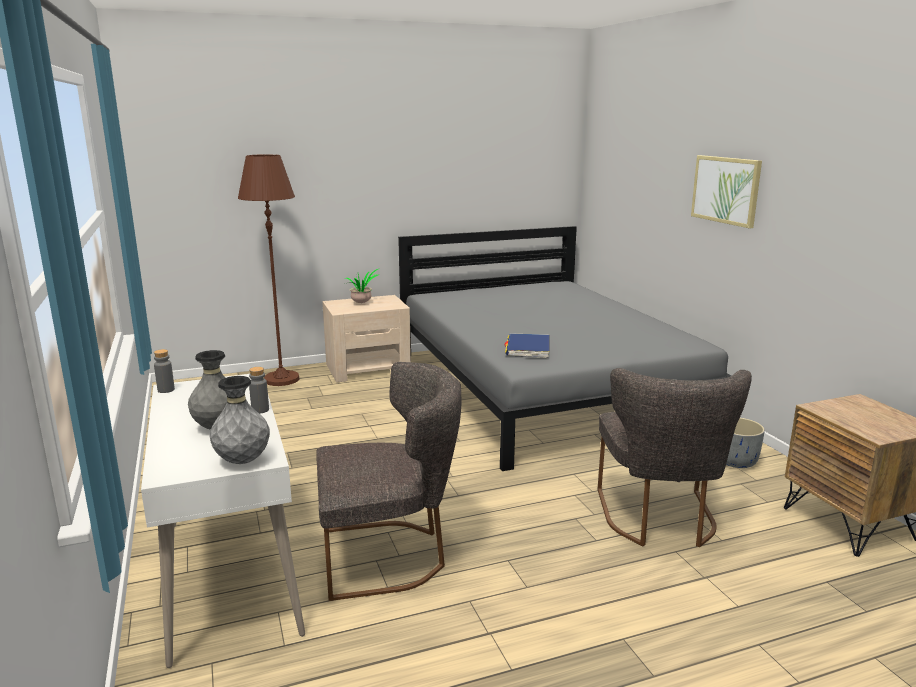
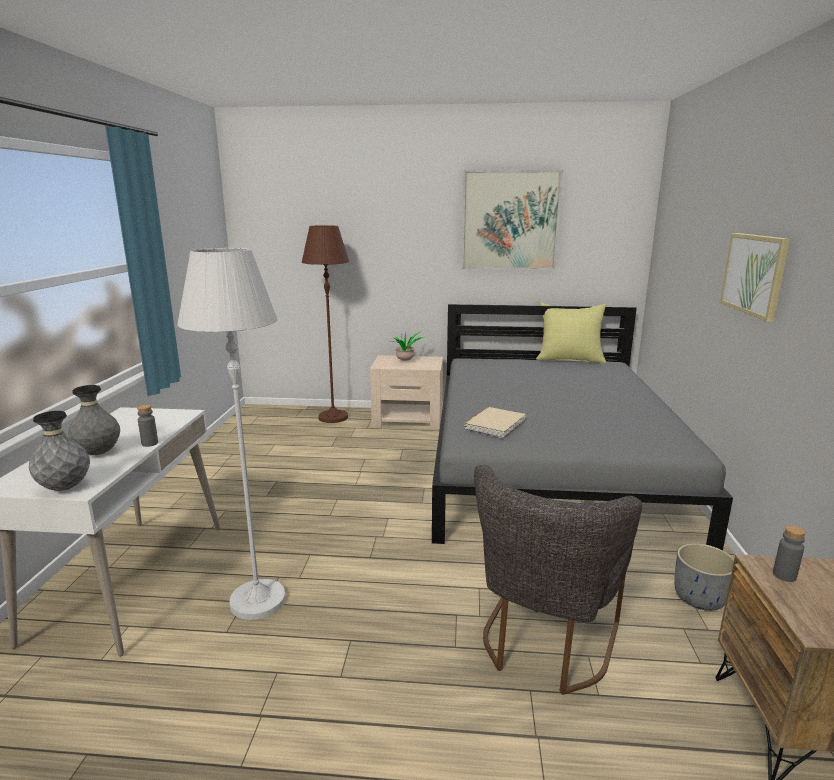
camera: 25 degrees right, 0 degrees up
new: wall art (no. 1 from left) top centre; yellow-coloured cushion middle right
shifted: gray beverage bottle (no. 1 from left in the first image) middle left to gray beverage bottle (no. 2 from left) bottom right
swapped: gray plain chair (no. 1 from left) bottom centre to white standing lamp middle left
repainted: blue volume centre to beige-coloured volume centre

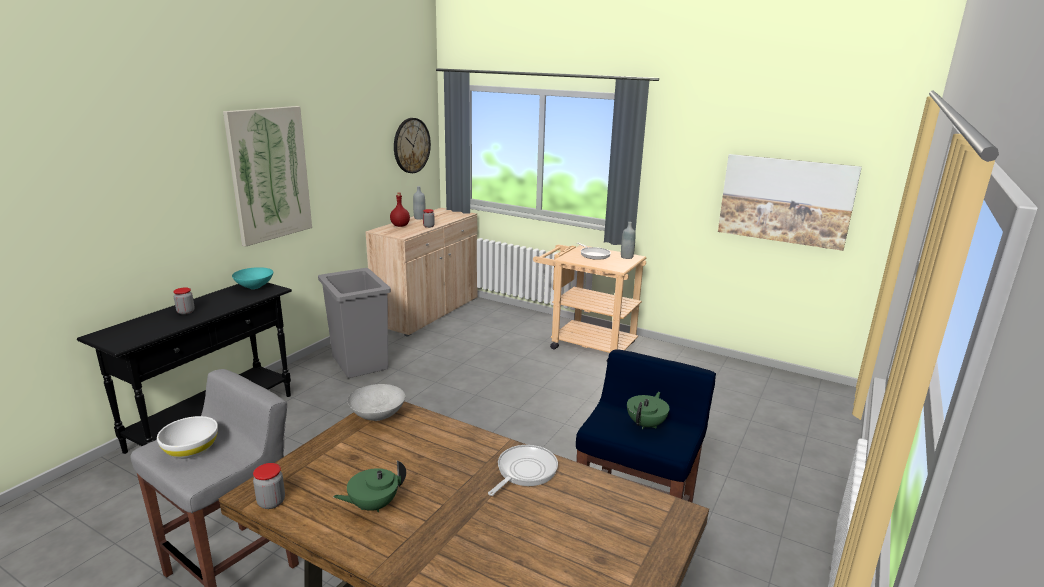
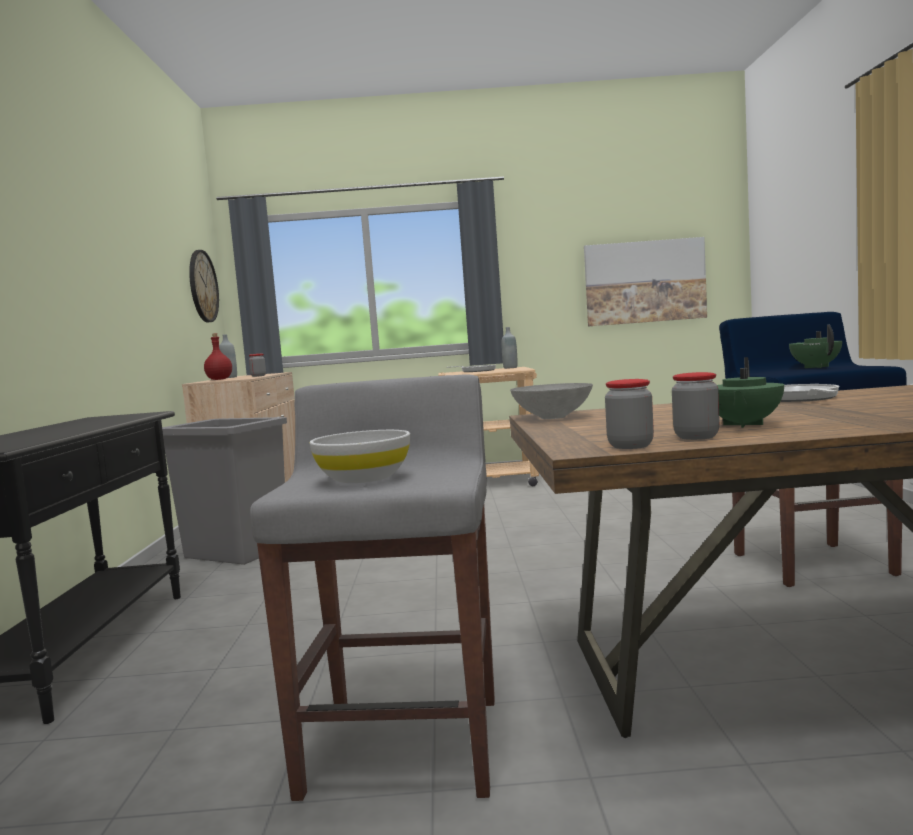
camera: 30 degrees left, 15 degrees down
gone: wall art (no. 1 from left) top left; turquoise-coloured deep dish middle left
shifted: preserve jar (no. 1 from left in the first image) middle left to preserve jar (no. 3 from left) middle right

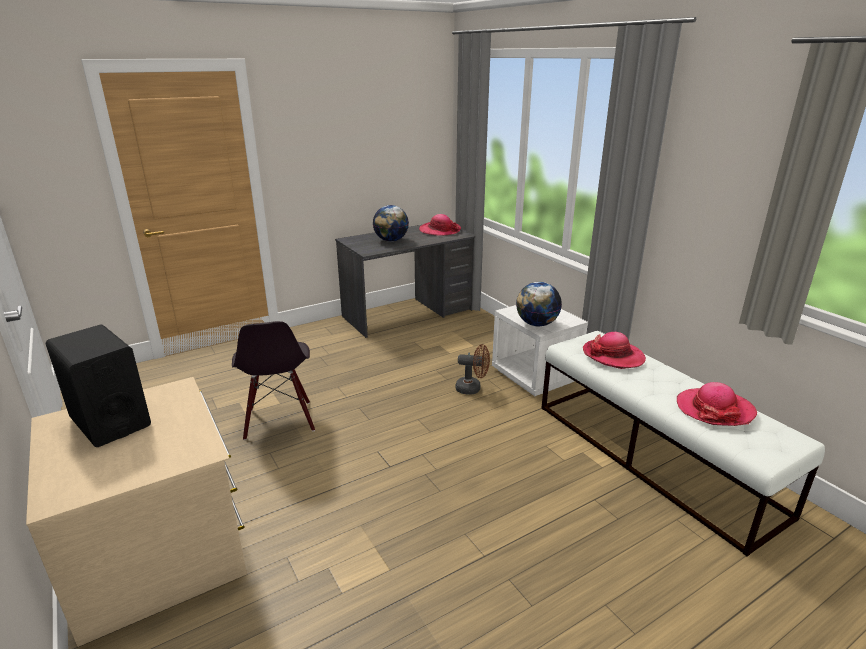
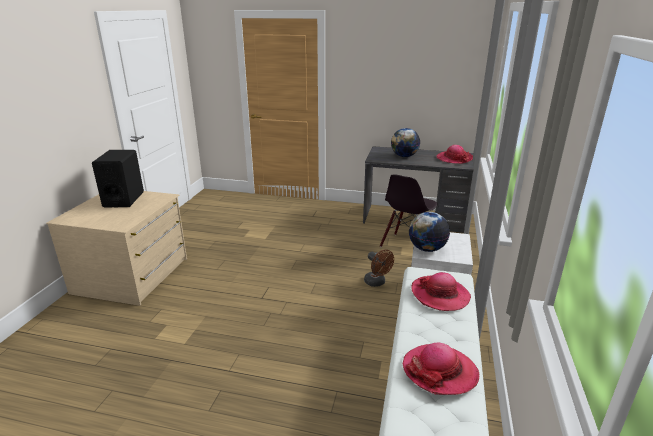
camera: 45 degrees right, 0 degrees up
shifted: blackish plain chair middle left to centre

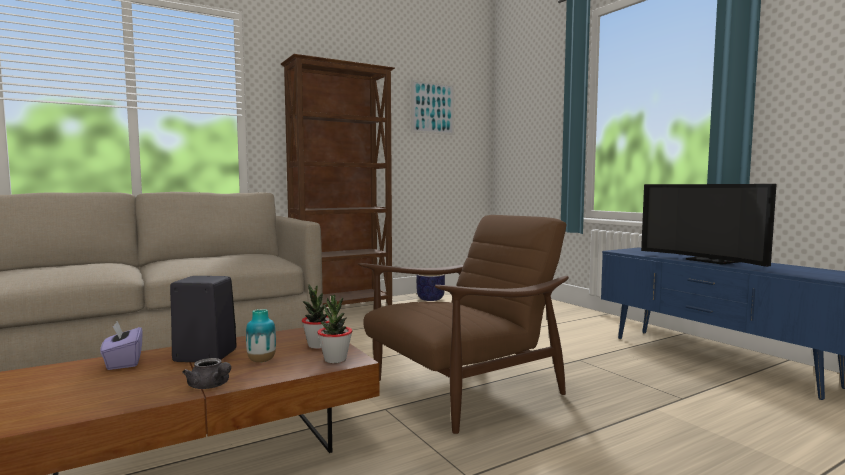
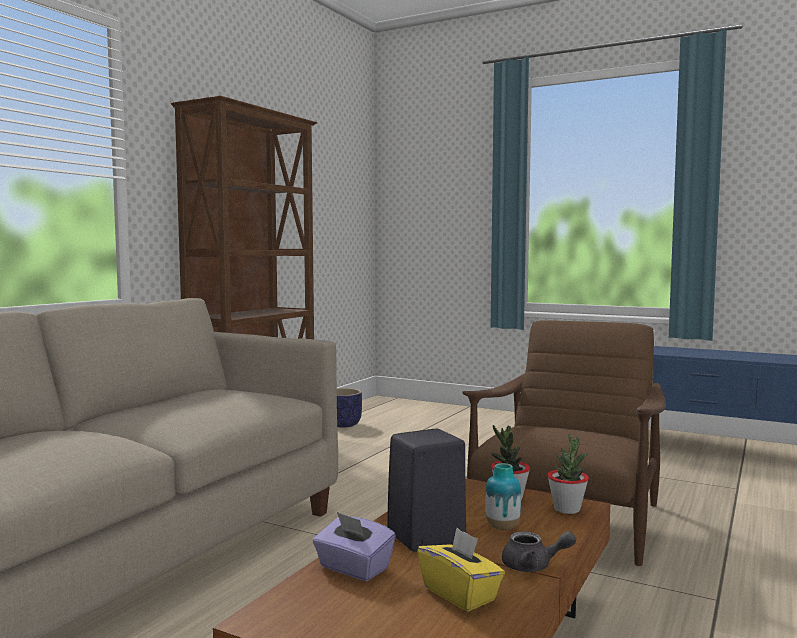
camera: 30 degrees left, 0 degrees up
gone: wall art top centre; TV middle right
new: yellow-coloured box of tissues bottom centre

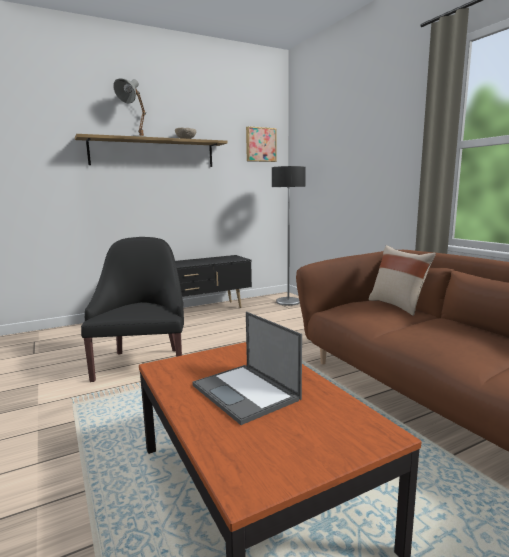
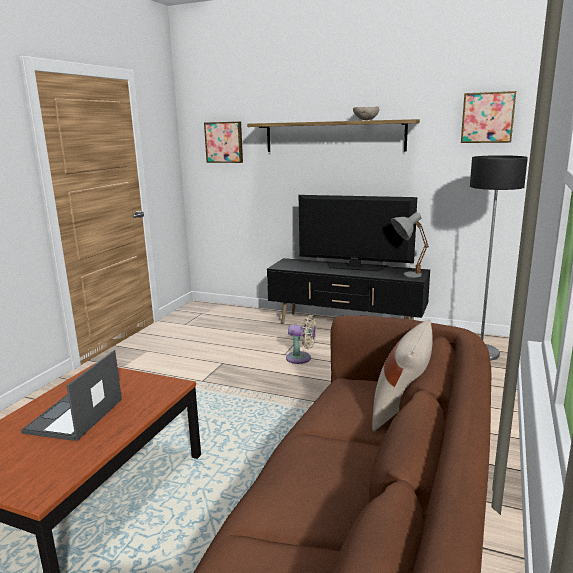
camera: 50 degrees right, 5 degrees up
gone: blackish easy chair middle left
new: wall art (no. 1 from left) top centre; beige-coloured electric fan centre; TV centre
shifted: gray table lamp top left to middle right

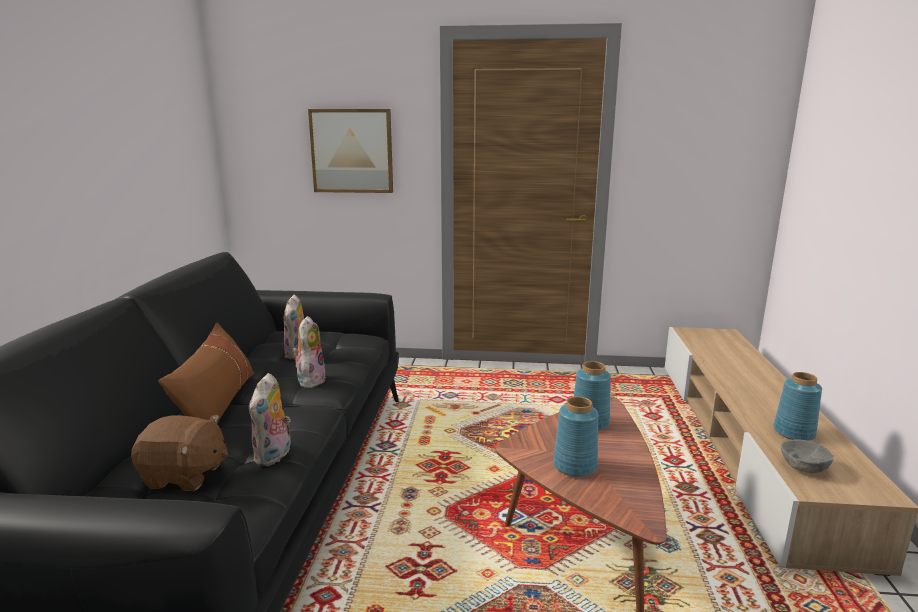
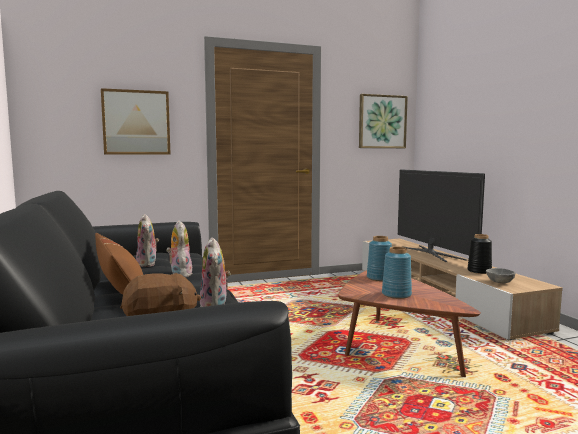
camera: 25 degrees left, 10 degrees down
new: wall art (no. 2 from left) top centre; TV middle right
repainted: blue vase (no. 3 from left) middle right to blackish vase middle right

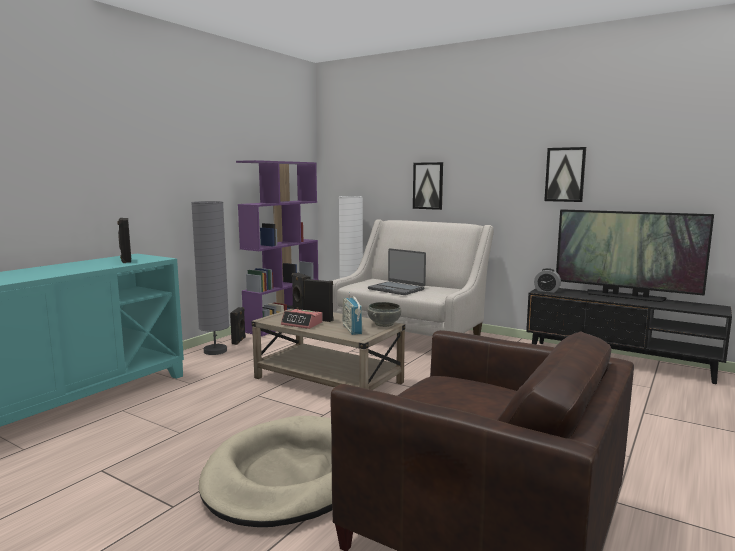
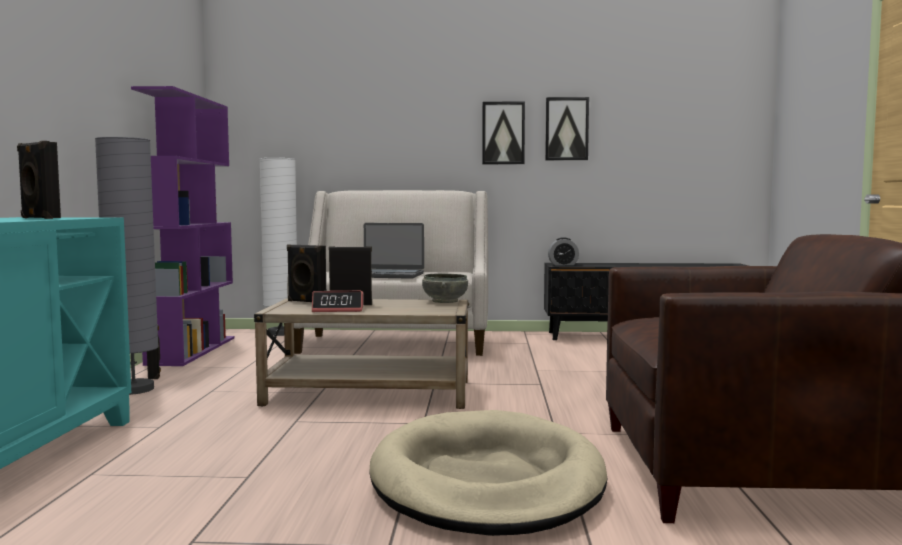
camera: 30 degrees left, 5 degrees down
gone: radio set centre; TV middle right
shifted: wall art (no. 1 from left) centre to top centre

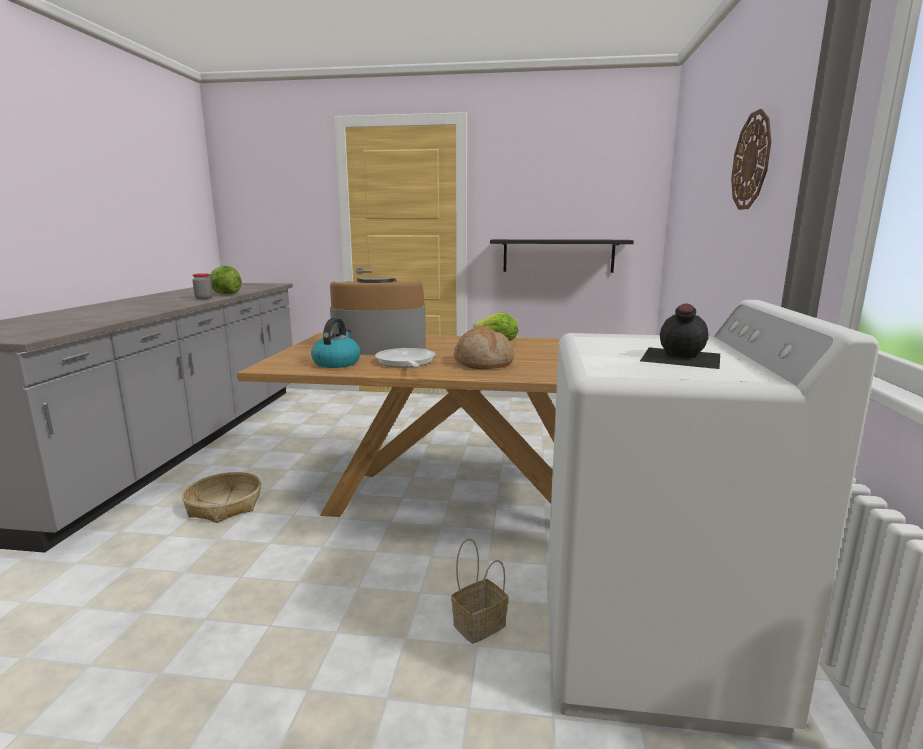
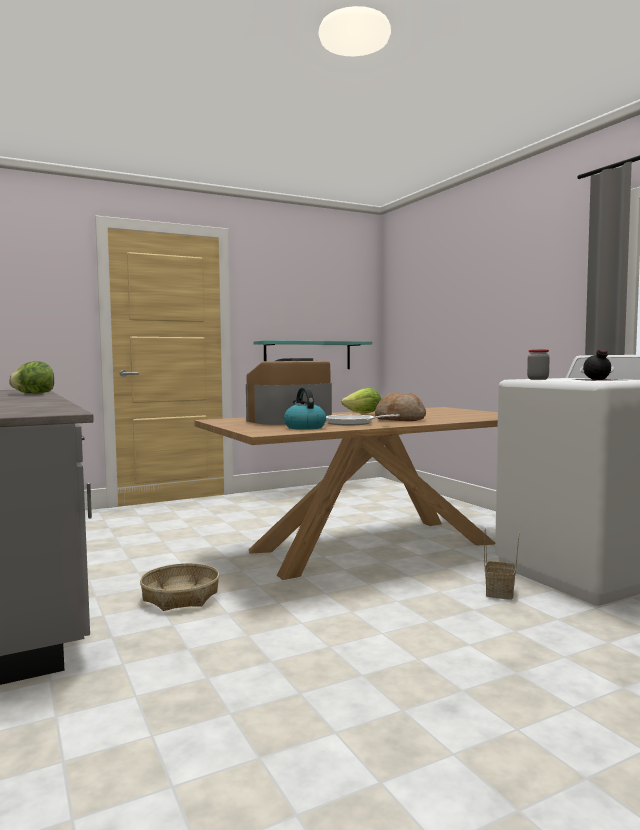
camera: 35 degrees left, 10 degrees down
gone: clock on the wall top right
shifted: preserve jar middle left to middle right
repainted: blackish shelf centre to turquoise-coloured shelf centre

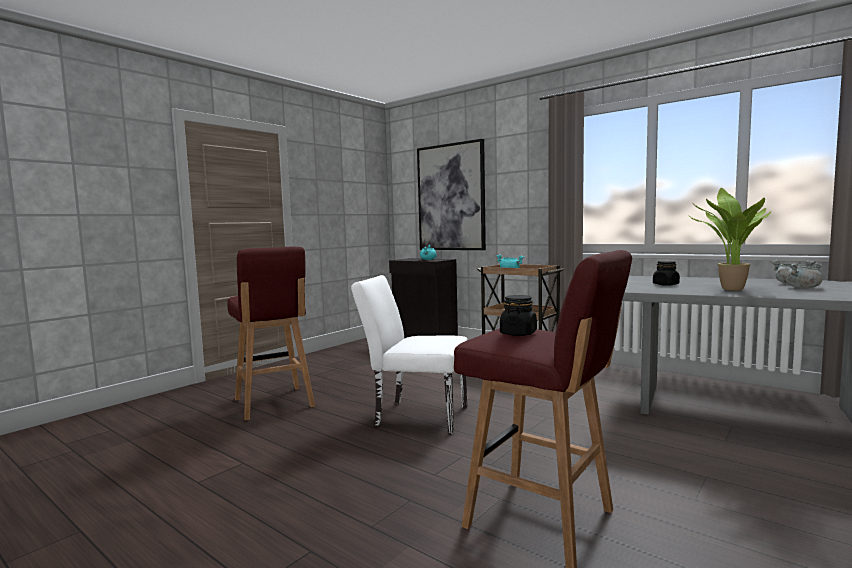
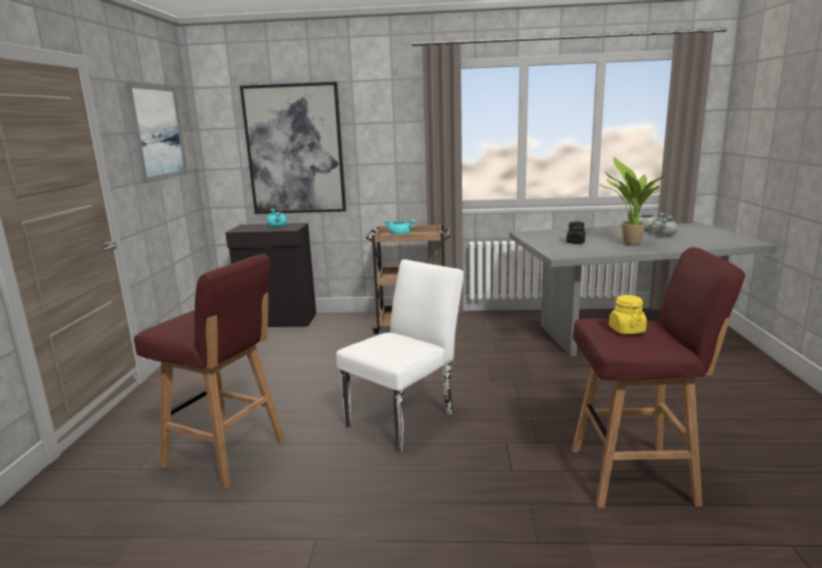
camera: 35 degrees left, 10 degrees up
new: wall art (no. 1 from left) top left
repainted: blackish preserve jar (no. 1 from left) centre to yellow-coloured preserve jar middle right
rotated: white plain chair centre = centre 150 degrees clockwise

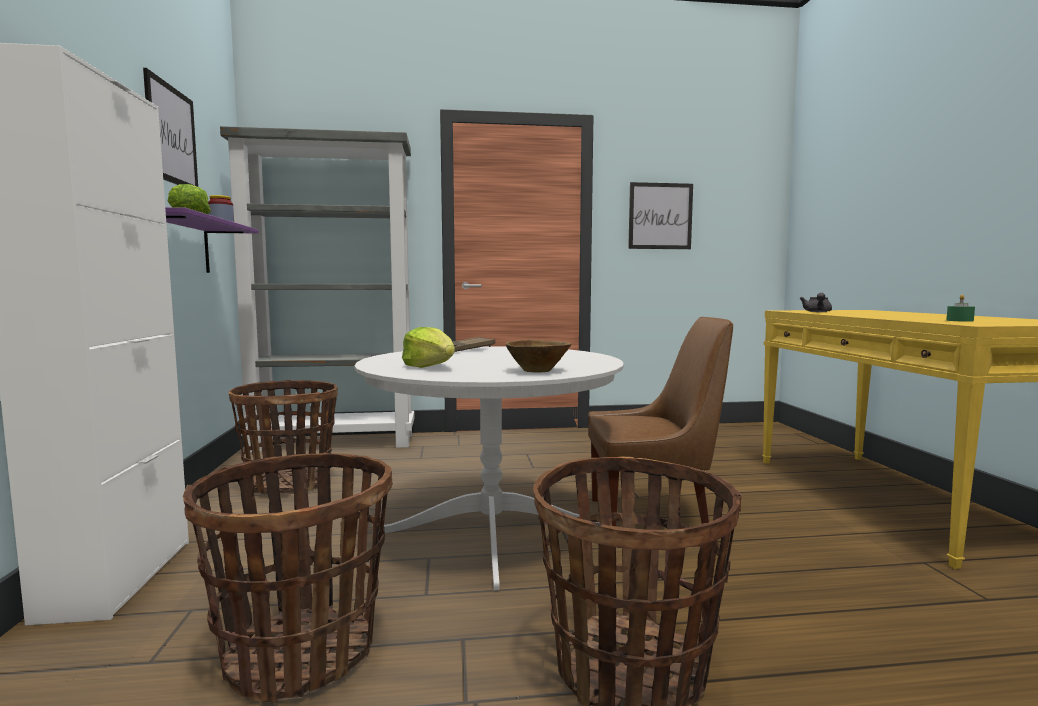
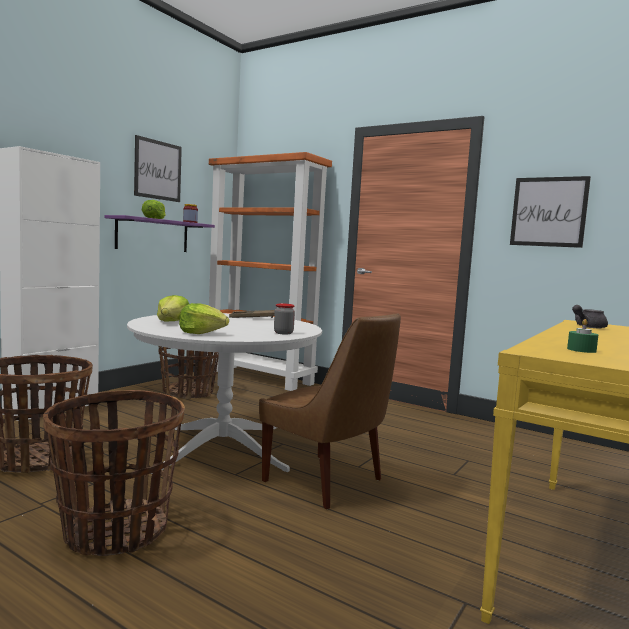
camera: 40 degrees right, 0 degrees up
new: preserve jar (no. 2 from left) centre
swapped: brownish deep dish centre to head of lettuce (no. 3 from left) middle left
repainted: gray bookshelf middle left to orange bookshelf centre

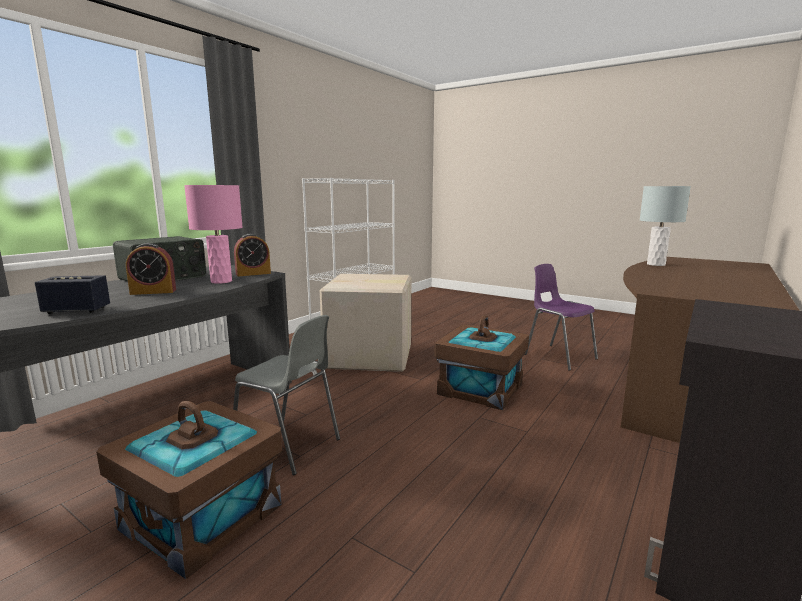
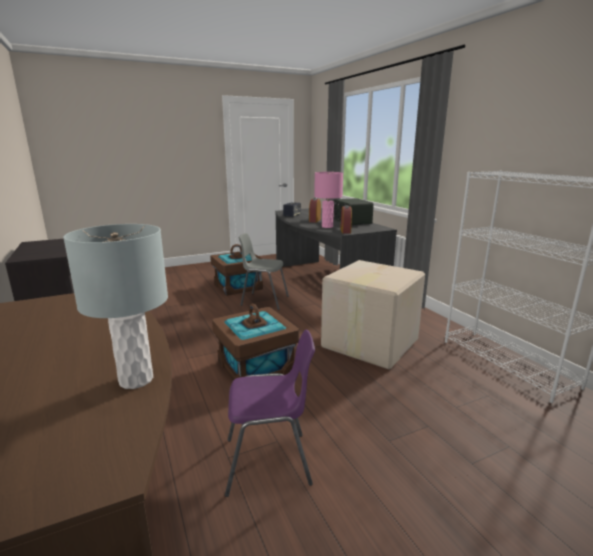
camera: 120 degrees right, 5 degrees up
rotated: gray plain chair centre = centre 45 degrees clockwise

